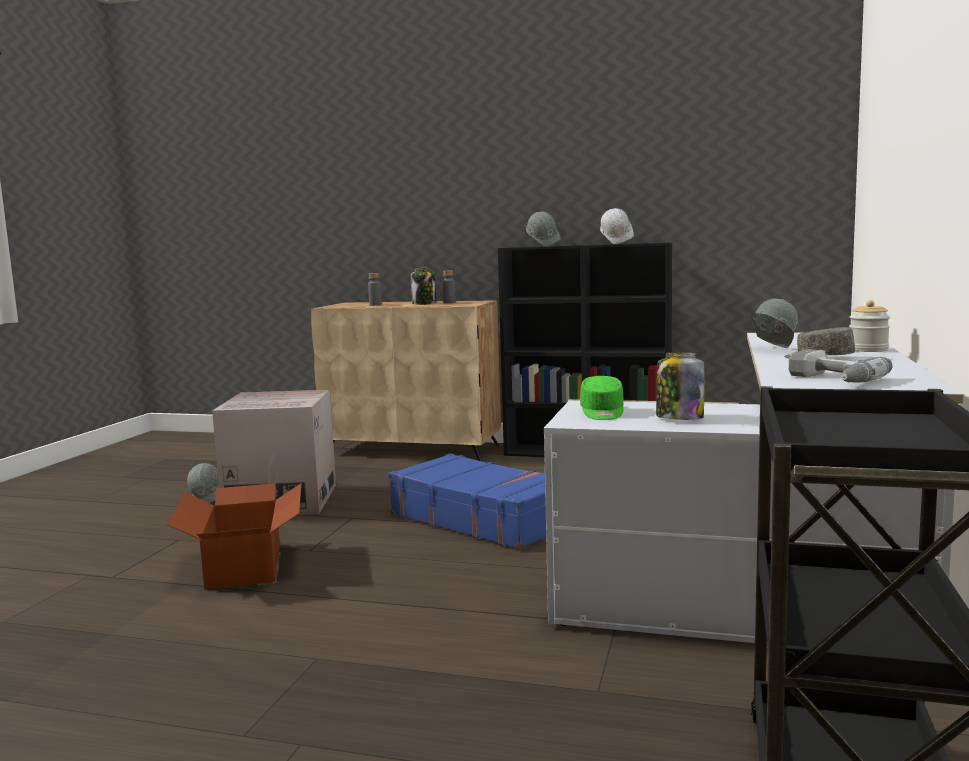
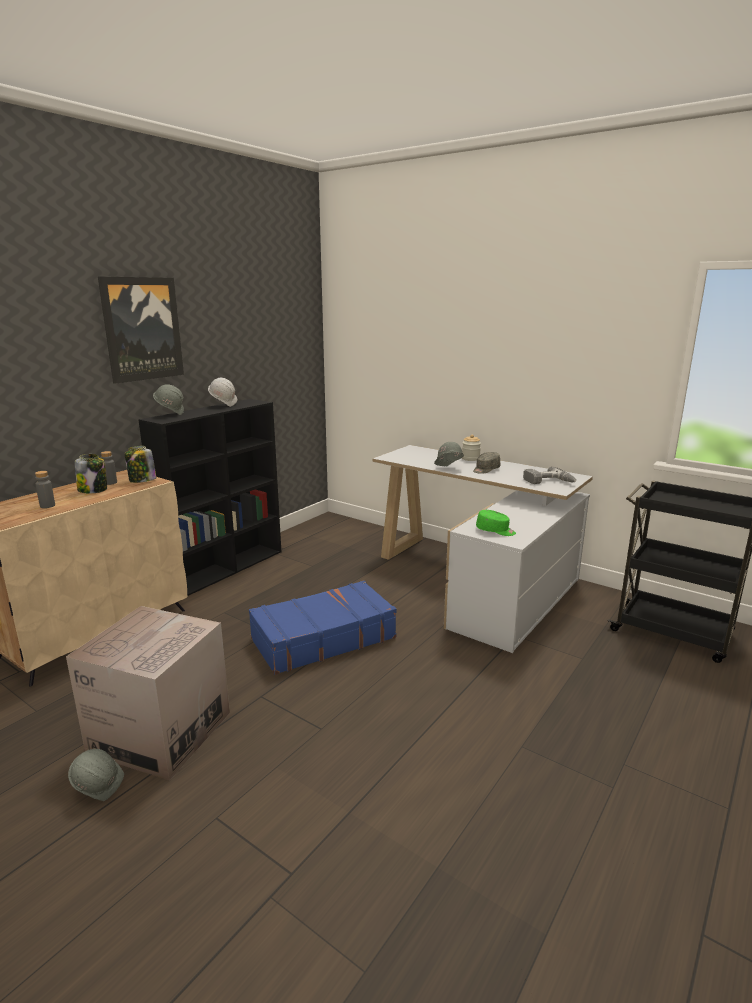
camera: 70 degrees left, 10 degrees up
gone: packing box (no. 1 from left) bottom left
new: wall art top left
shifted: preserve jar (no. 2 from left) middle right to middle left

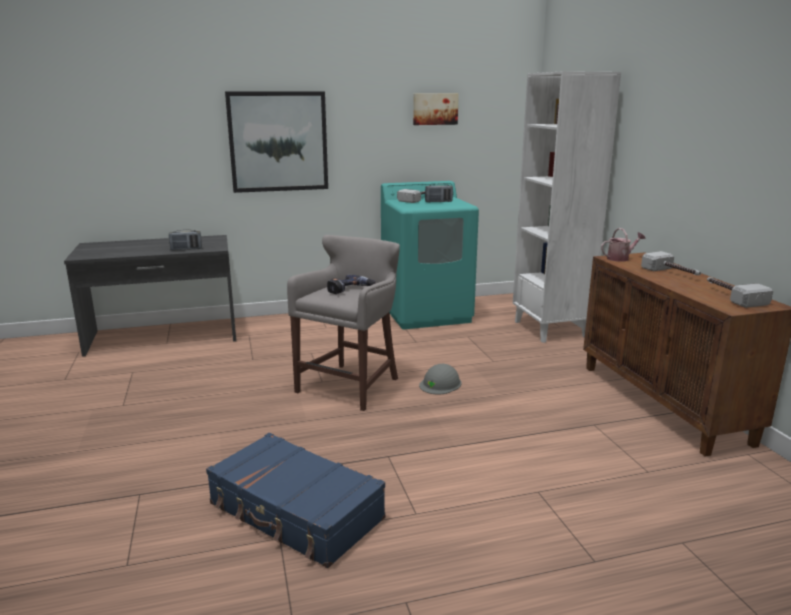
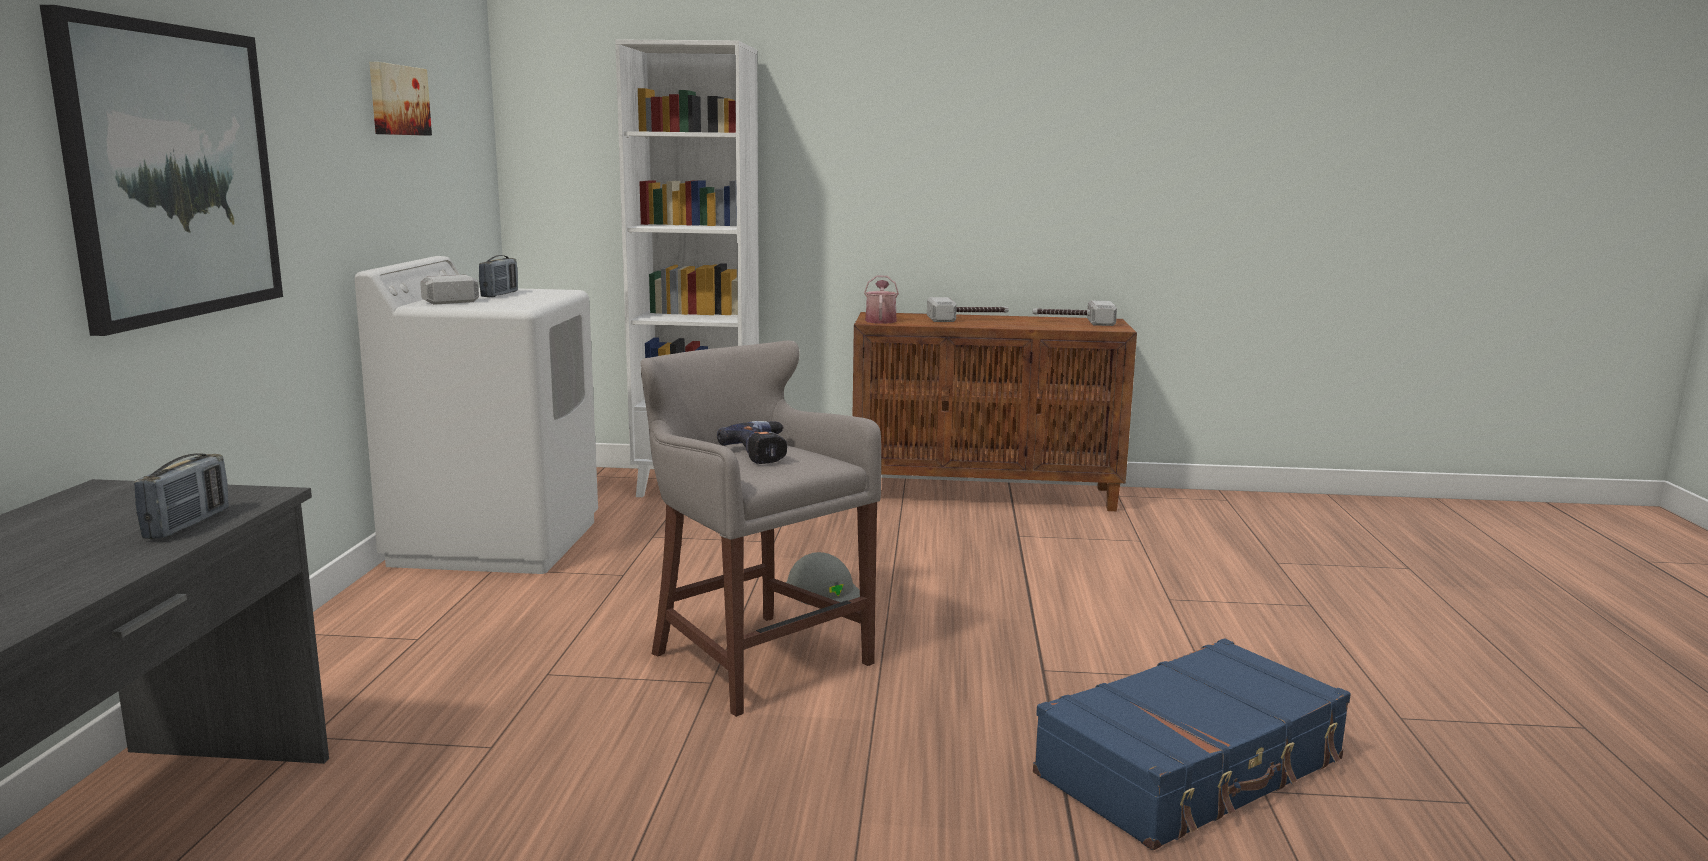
camera: 70 degrees left, 5 degrees down
repainted: turquoise-coloured washing machine centre to white washing machine middle left

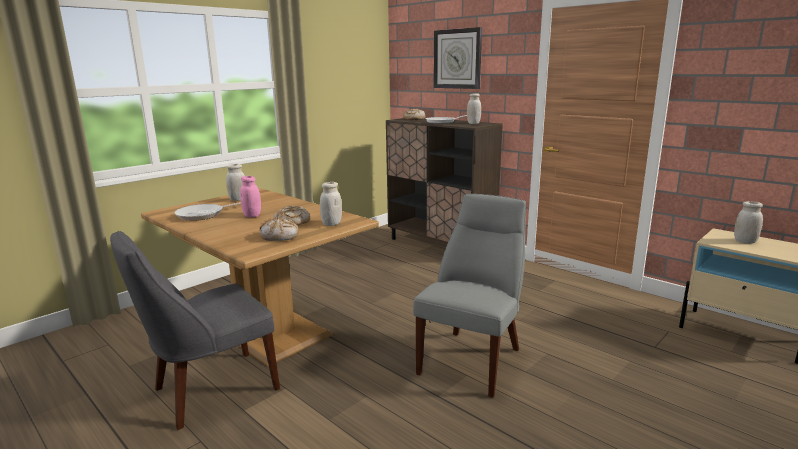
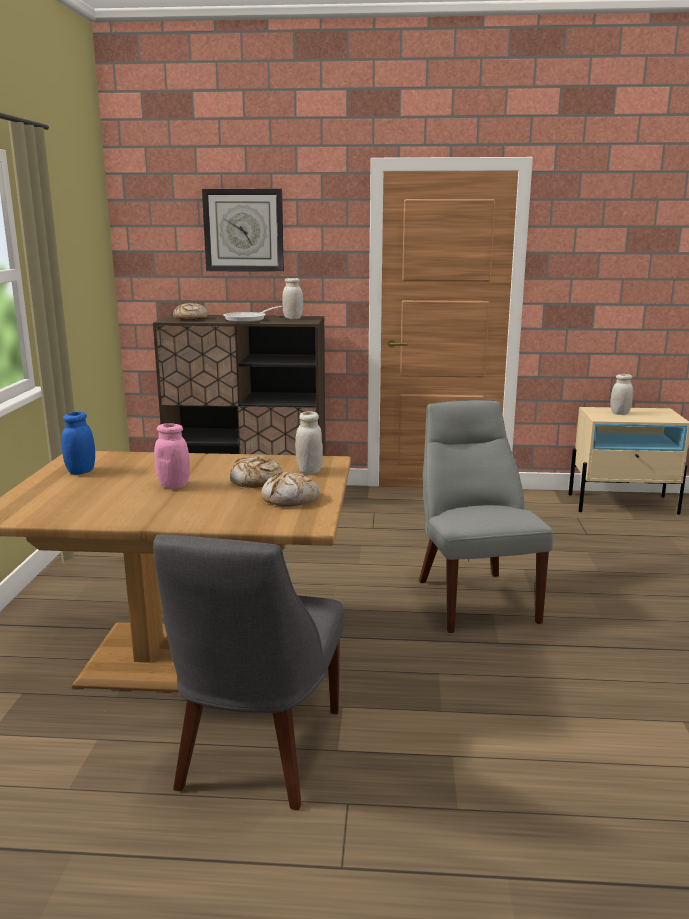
camera: 40 degrees left, 0 degrees up
gone: skillet (no. 1 from left) middle left
repainted: white preserve jar (no. 1 from left) middle left to blue preserve jar middle left

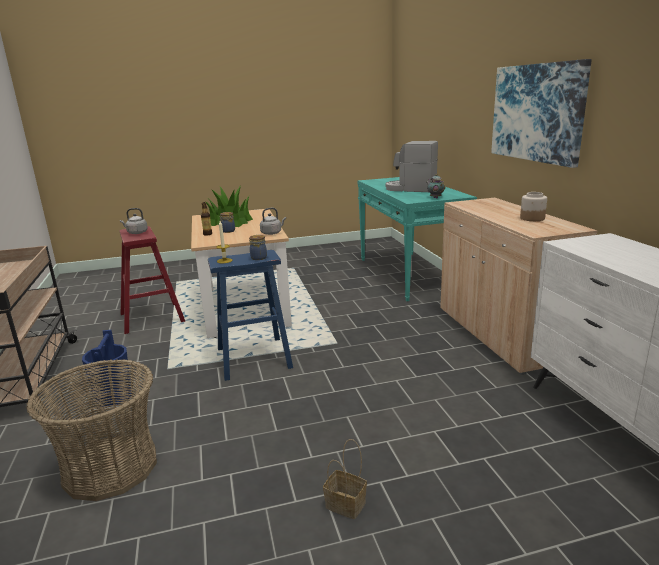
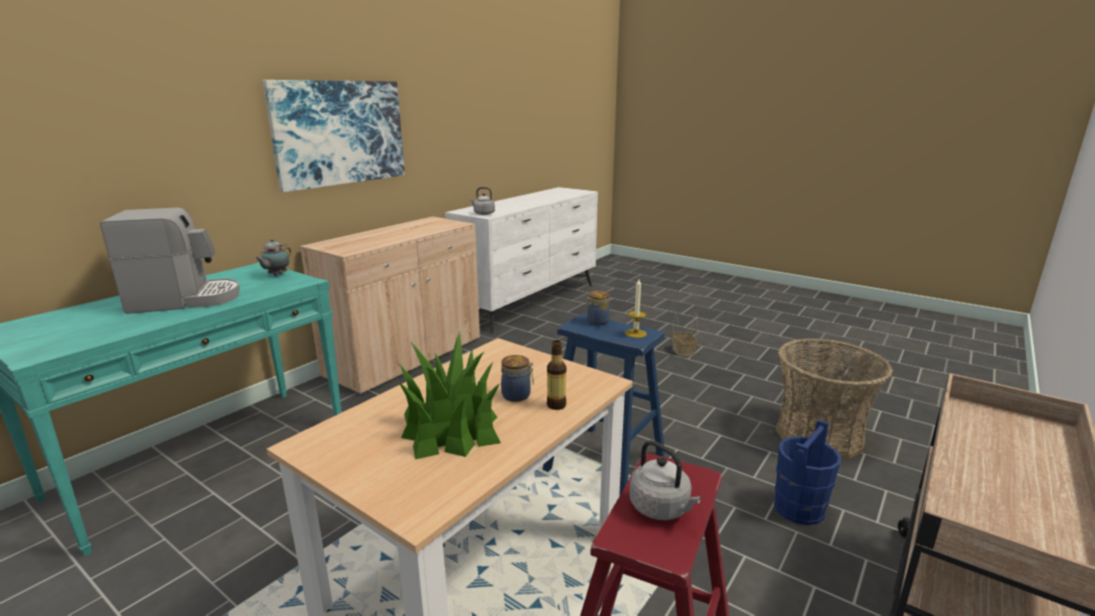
camera: 130 degrees left, 0 degrees up
gone: preserve jar (no. 3 from left) middle right
shifted: gray tea kettle (no. 2 from left in the first image) centre to gray tea kettle (no. 1 from left) top centre
rotated: coffee machine top centre = middle left 90 degrees counterclockwise

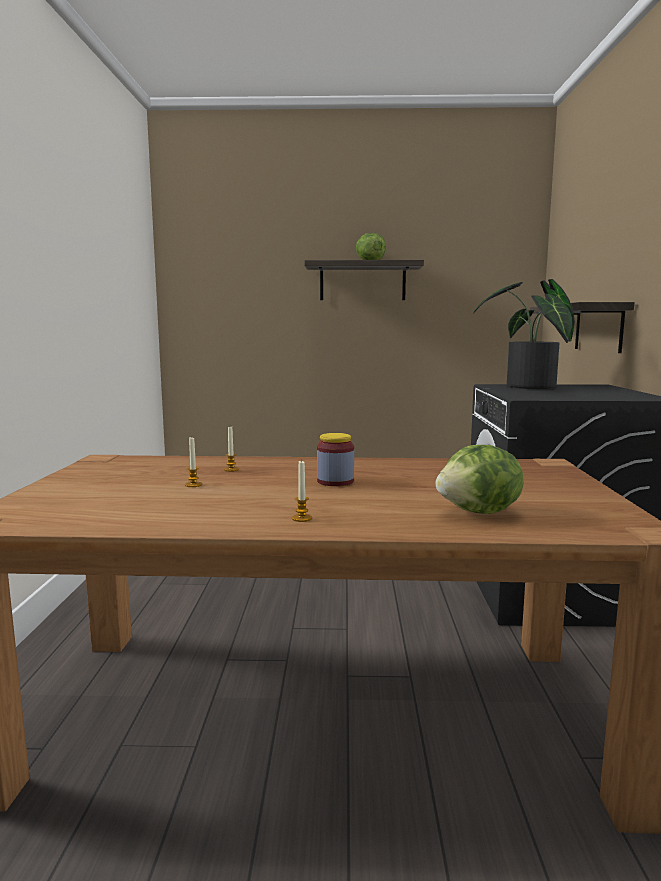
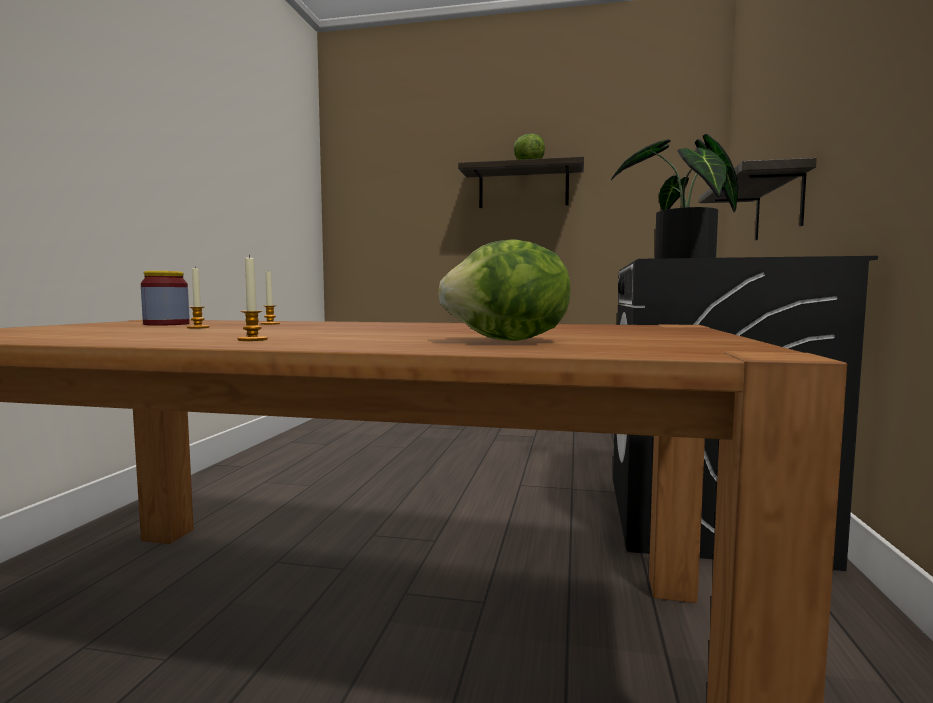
camera: 10 degrees right, 5 degrees down
shifted: preserve jar centre to middle left

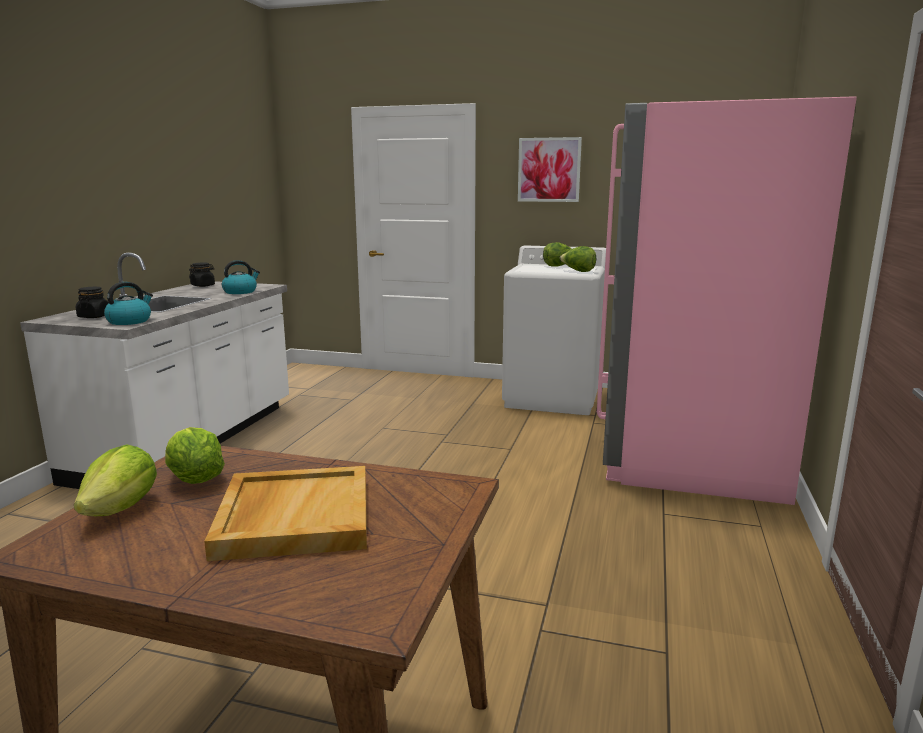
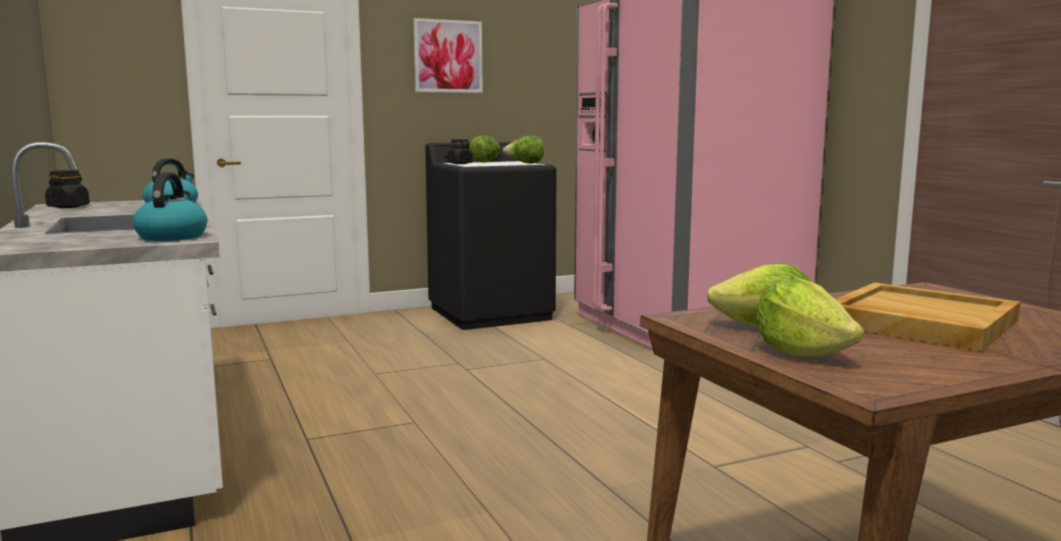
camera: 40 degrees left, 5 degrees down
shifted: blackish preserve jar (no. 1 from left in the first image) middle left to blackish preserve jar (no. 2 from left) top centre
repainted: white washing machine centre to blackish washing machine centre

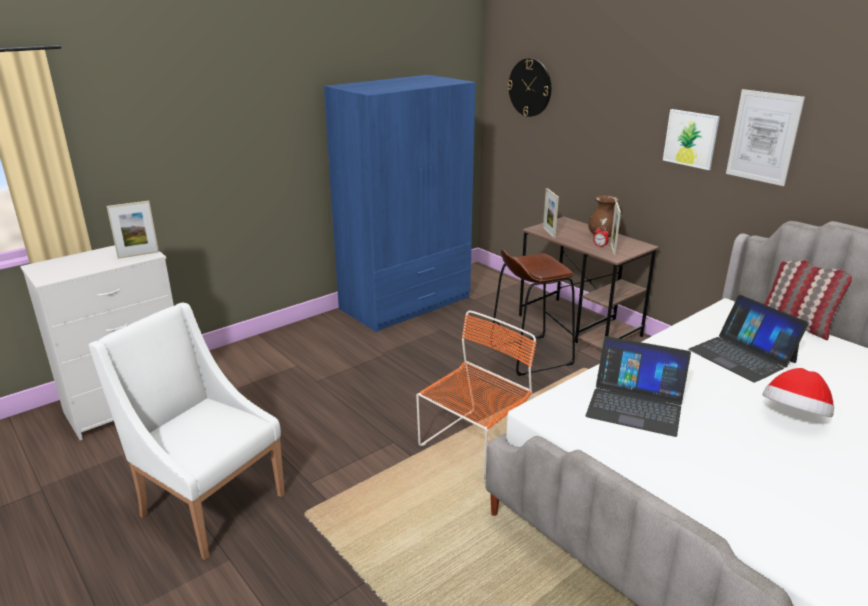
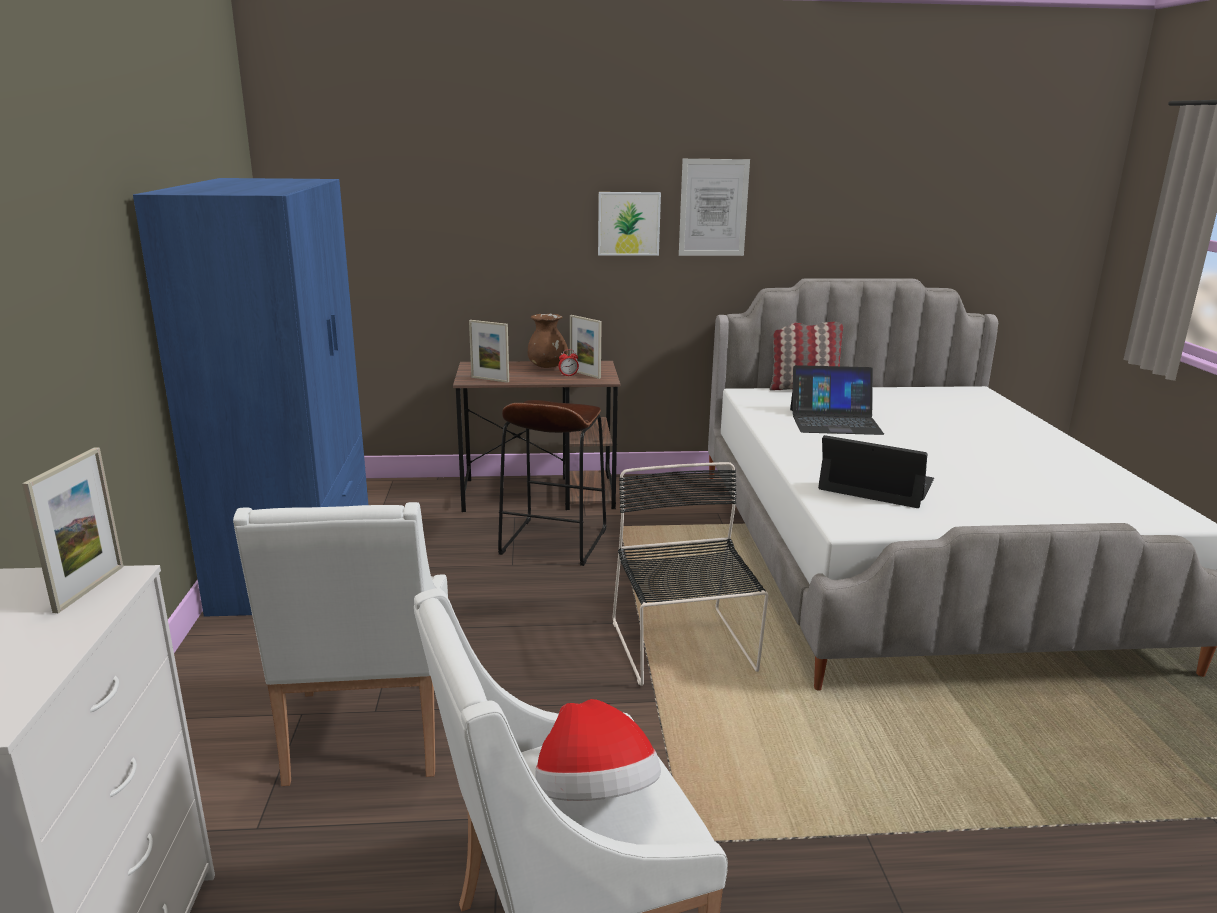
camera: 55 degrees left, 5 degrees down
gone: clock on the wall top centre
new: white easy chair (no. 1 from left) bottom left
shifted: clothing hat middle right to bottom centre
repainted: orange plain chair centre to blackish plain chair centre
rotated: portable computer (no. 1 from left in the first image) middle right = middle right 120 degrees counterclockwise

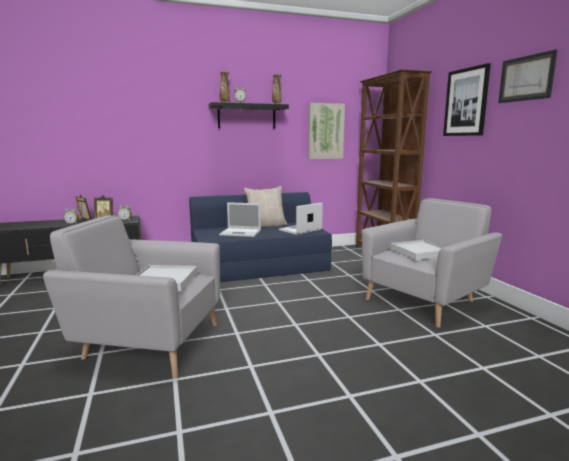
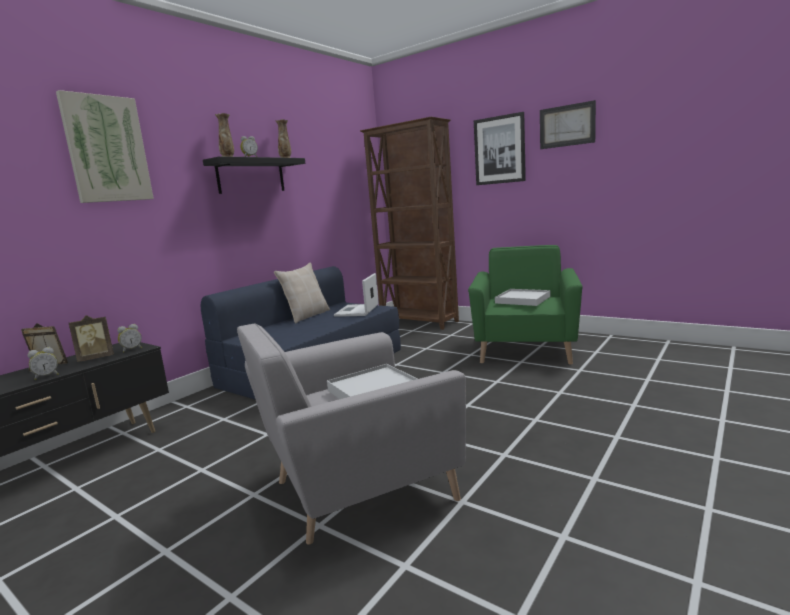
camera: 35 degrees left, 0 degrees up
gone: portable computer (no. 1 from left) centre
shifted: wall art (no. 1 from left) top centre to top left
repainted: gray easy chair (no. 2 from left) middle right to greenish easy chair centre

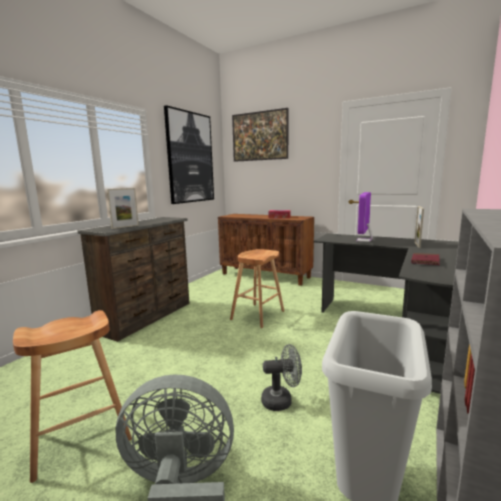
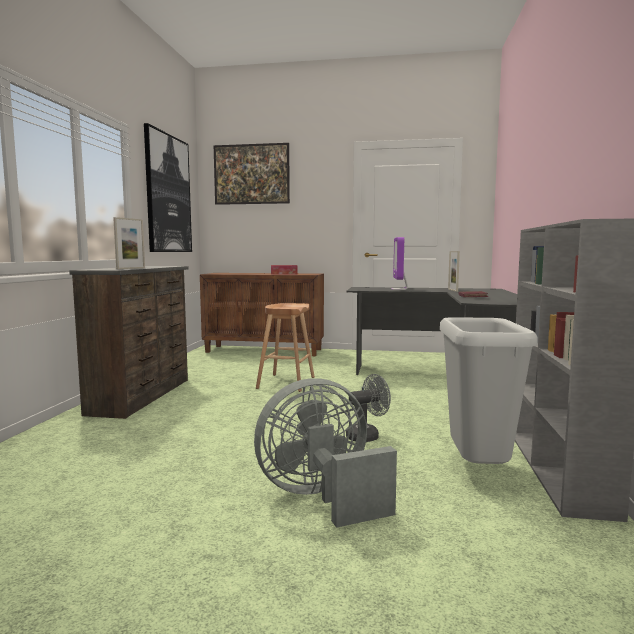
camera: 20 degrees left, 5 degrees down
gone: brownish sitting stool (no. 1 from left) bottom left

